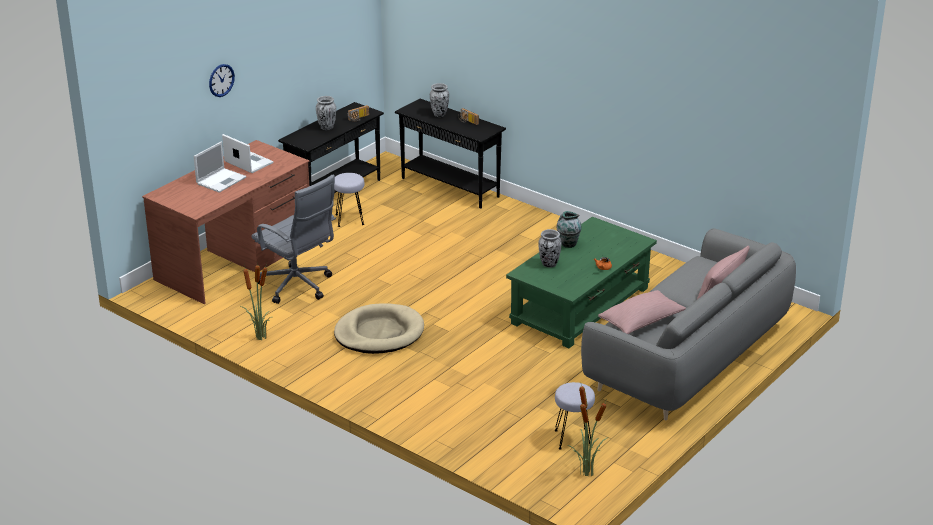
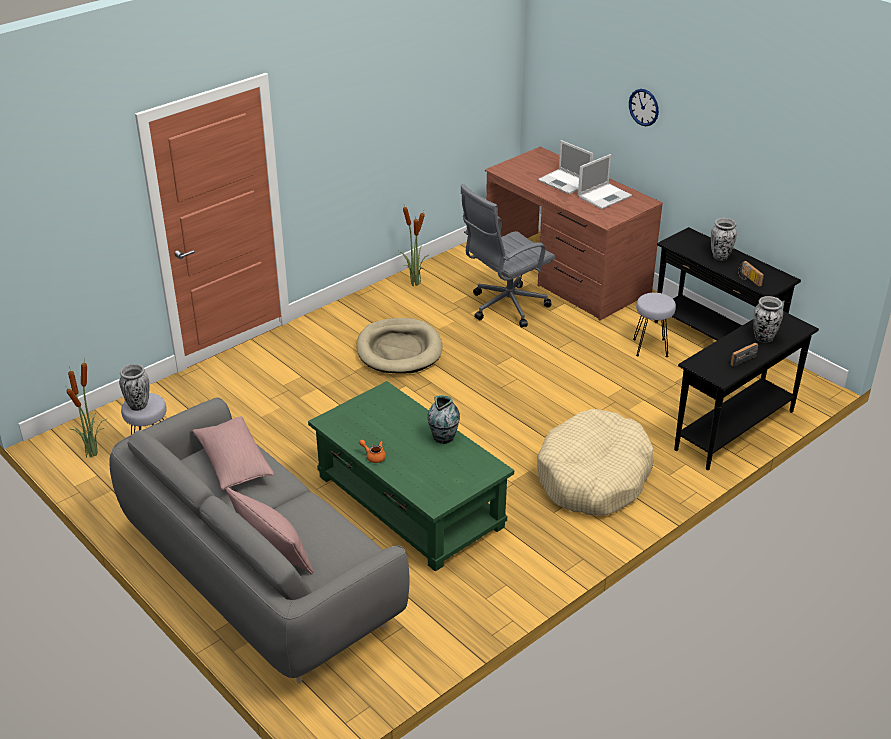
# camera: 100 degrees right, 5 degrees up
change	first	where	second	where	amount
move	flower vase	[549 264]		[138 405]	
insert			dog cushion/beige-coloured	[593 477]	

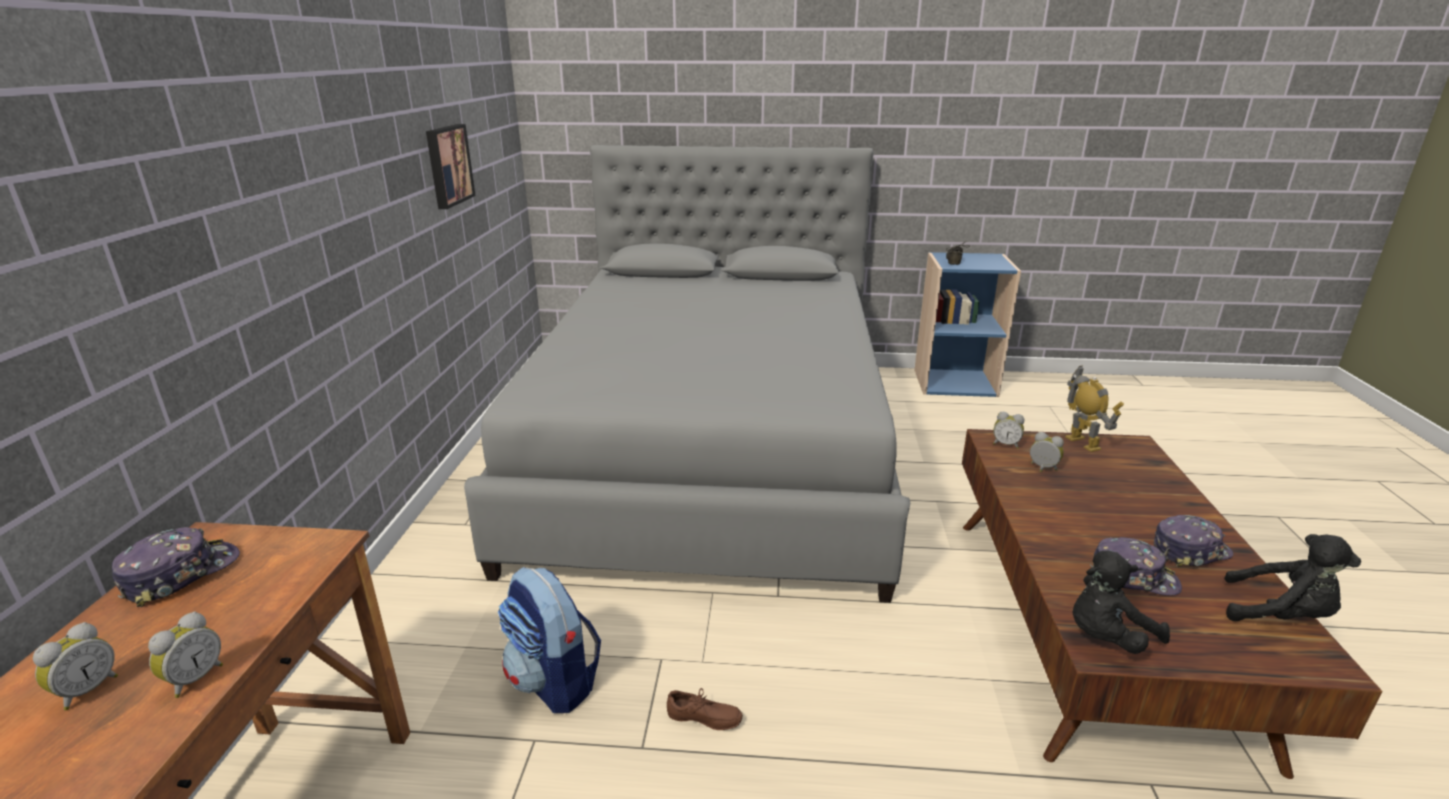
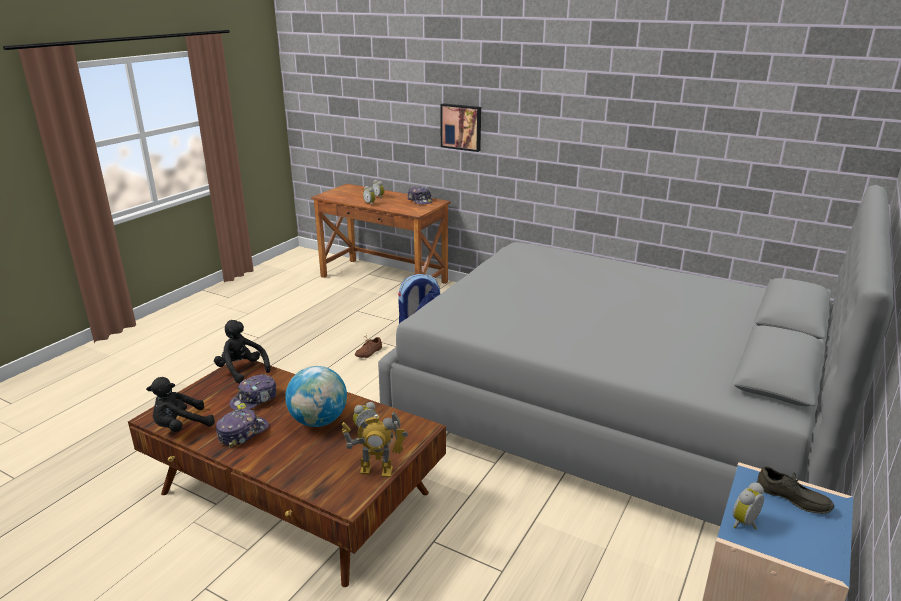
# camera: 115 degrees right, 0 degrees up
change	first	where	second	where	amount
move	picture	[447 165]		[461 127]	
move	alarm clock	[1005 444]		[746 524]	
rotate	cap	[1189 550]		[242 432]	150 degrees counterclockwise
rotate	soft toy/black	[1106 637]		[242 370]	45 degrees counterclockwise
insert			globe	[319 421]	

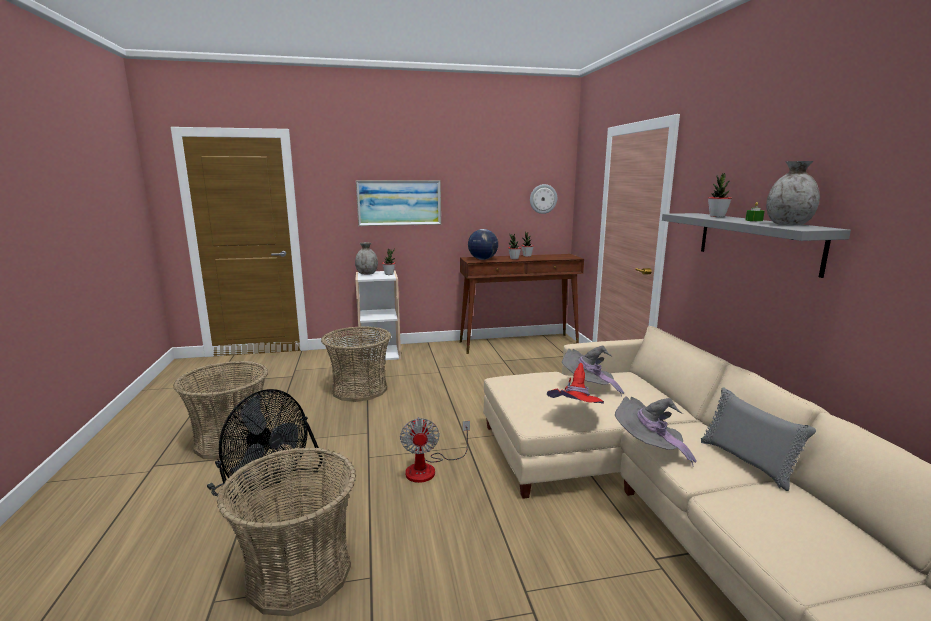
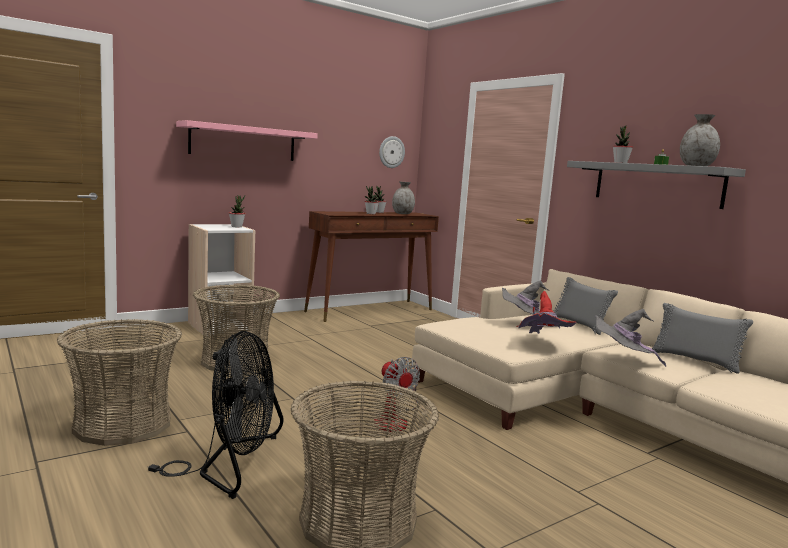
# camera: 25 degrees left, 5 degrees down
change	first	where	second	where	amount
replace	picture	[399 202]	bracket shelf/pink	[243 142]	
delete	globe	[483 259]			
move	flower vase/gray	[367 274]		[402 214]	
insert			cushion/gray	[580 325]	

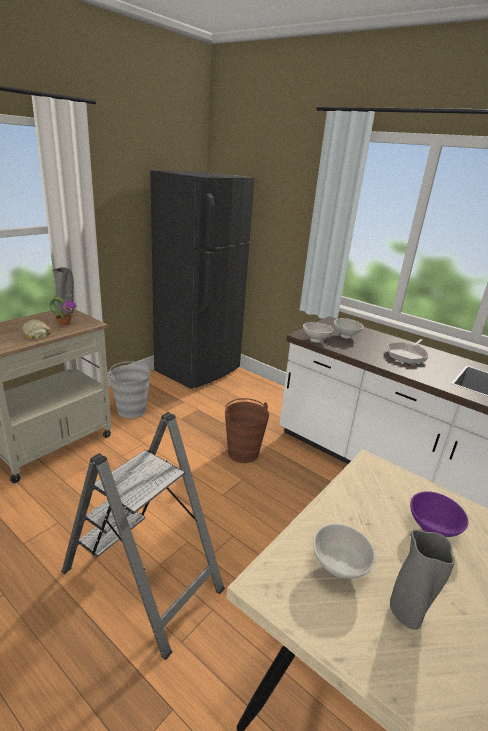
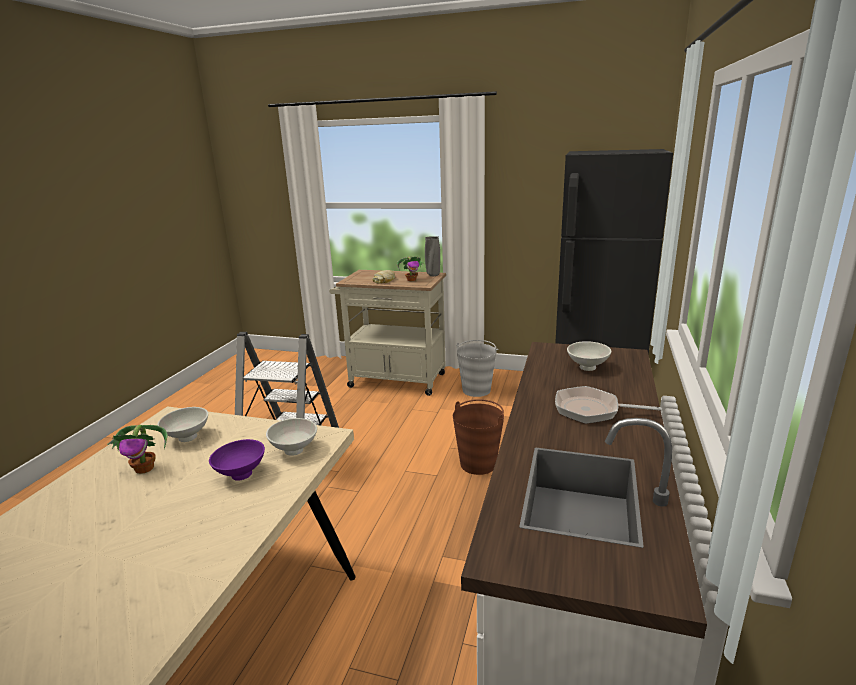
# camera: 70 degrees right, 5 degrees down
change	first	where	second	where	amount
move	deep dish/white-coloured	[315 340]		[295 450]	
replace	flower vase/gray	[407 614]	houseplant	[145 468]	

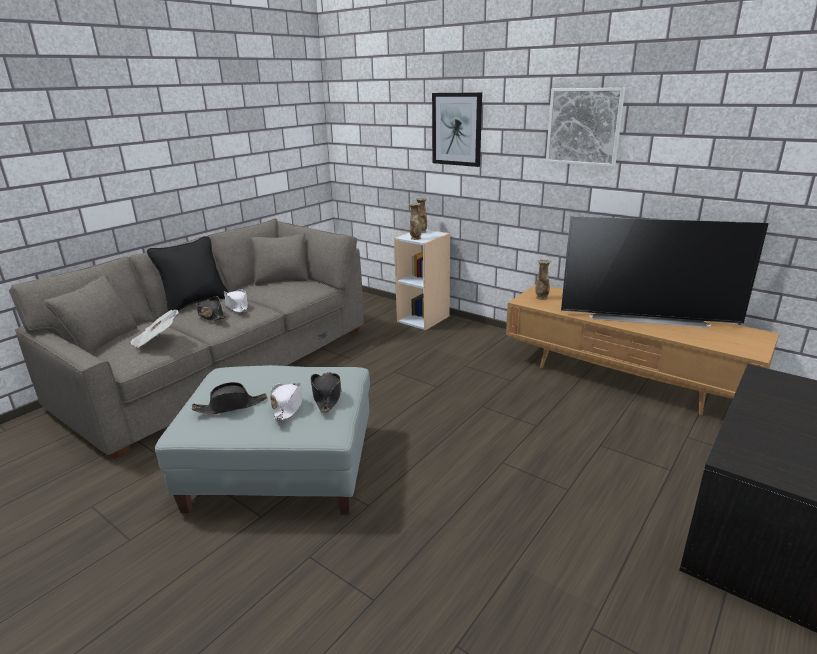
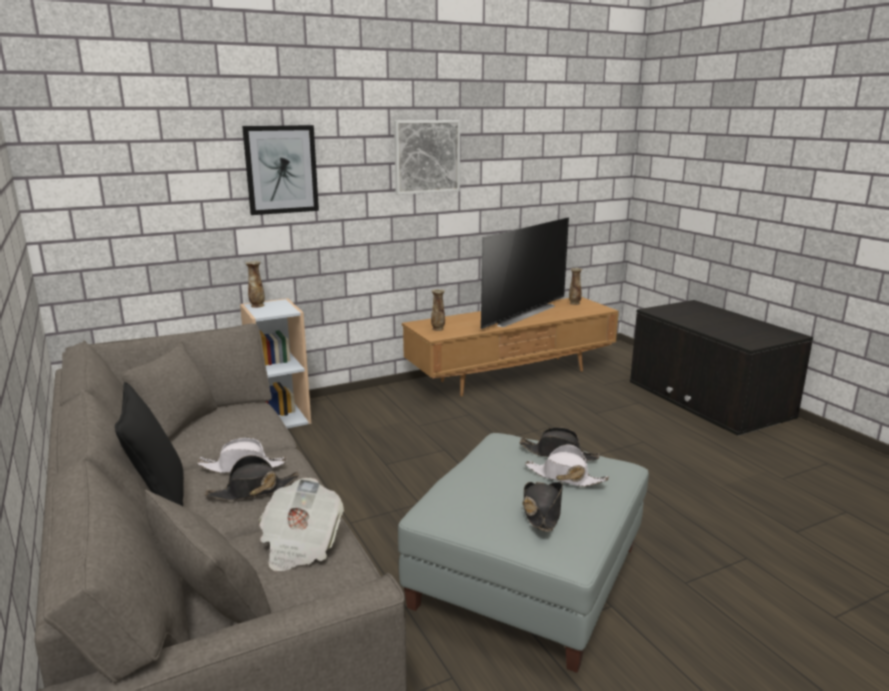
# camera: 65 degrees left, 5 degrees down
change	first	where	second	where	amount
move	flower vase	[415 238]		[574 303]	

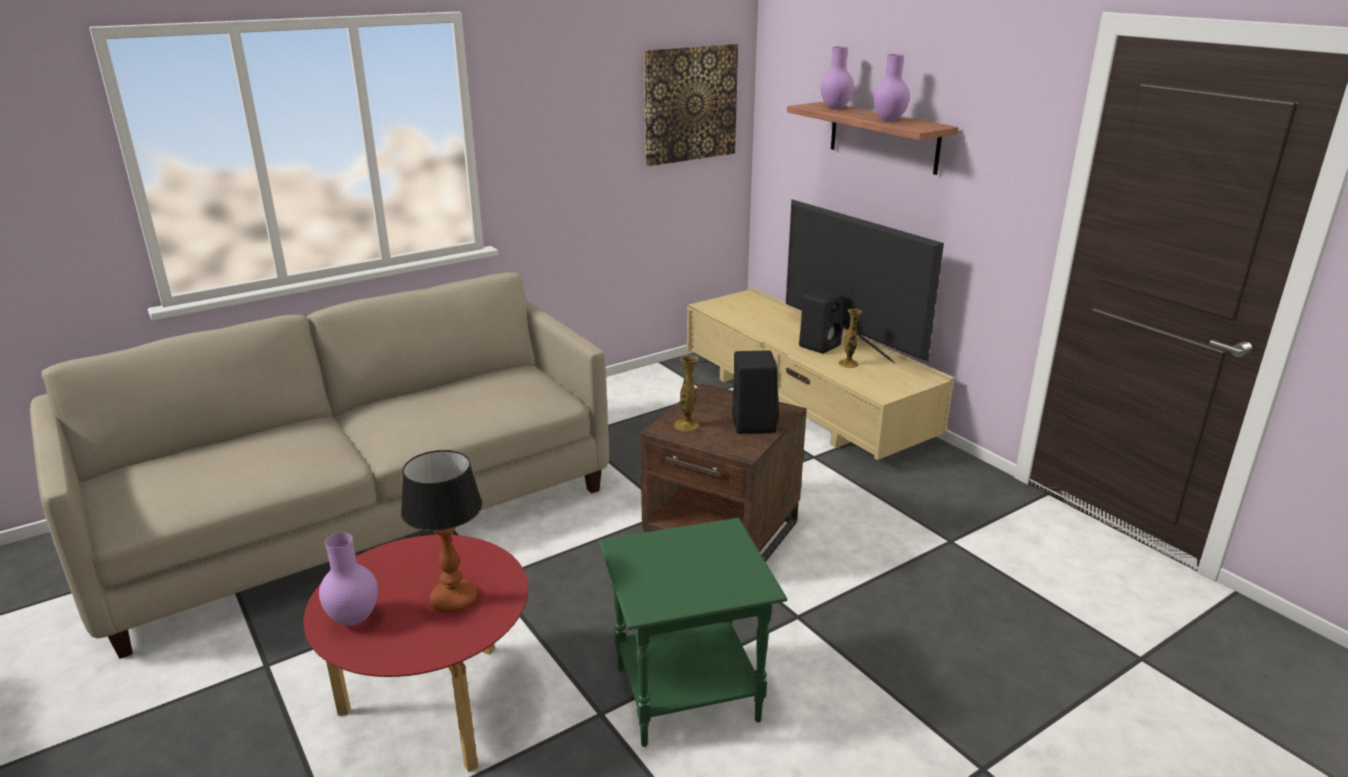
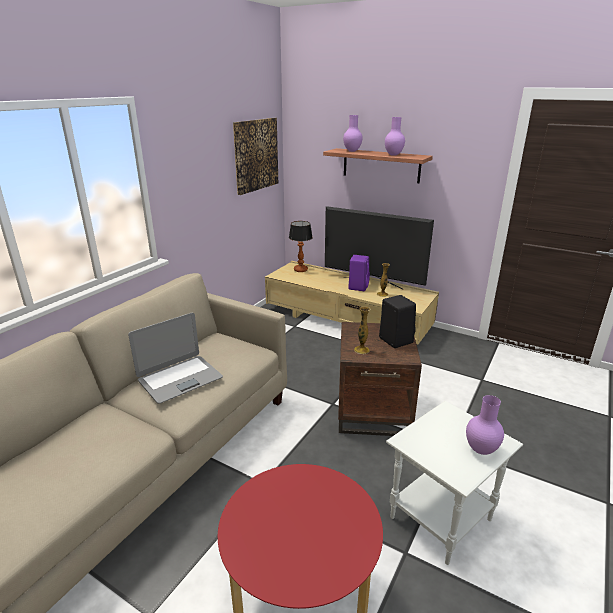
# camera: 25 degrees left, 0 degrees up
change	first	where	second	where	amount
recolor	speaker/black	[820 345]	speaker/purple	[358 287]	
move	tabletop lamp	[453 600]		[300 270]	
recolor	accent table/greenish	[685 695]	accent table/white-coloured	[439 519]	
move	flower vase/purple	[355 619]		[481 449]	
insert			notebook computer	[179 379]	

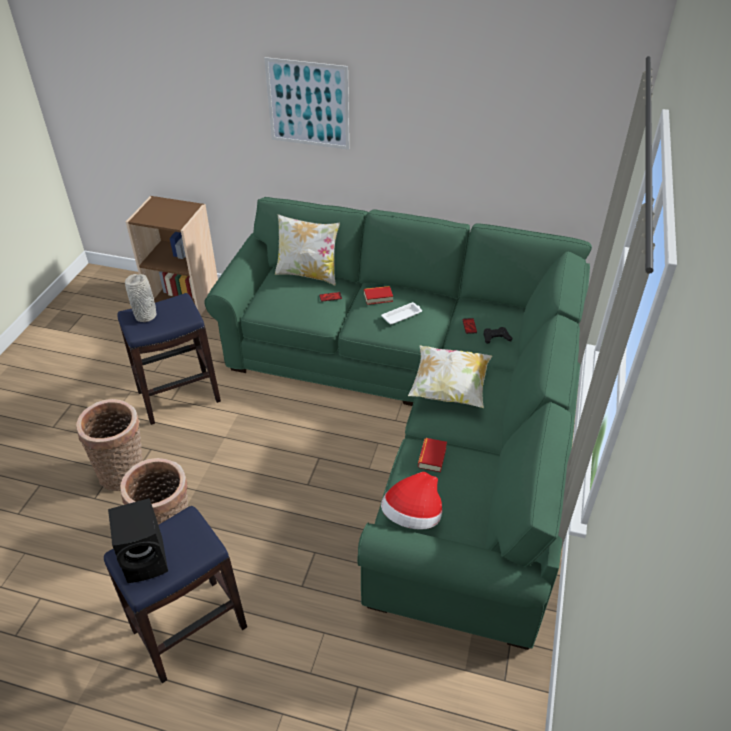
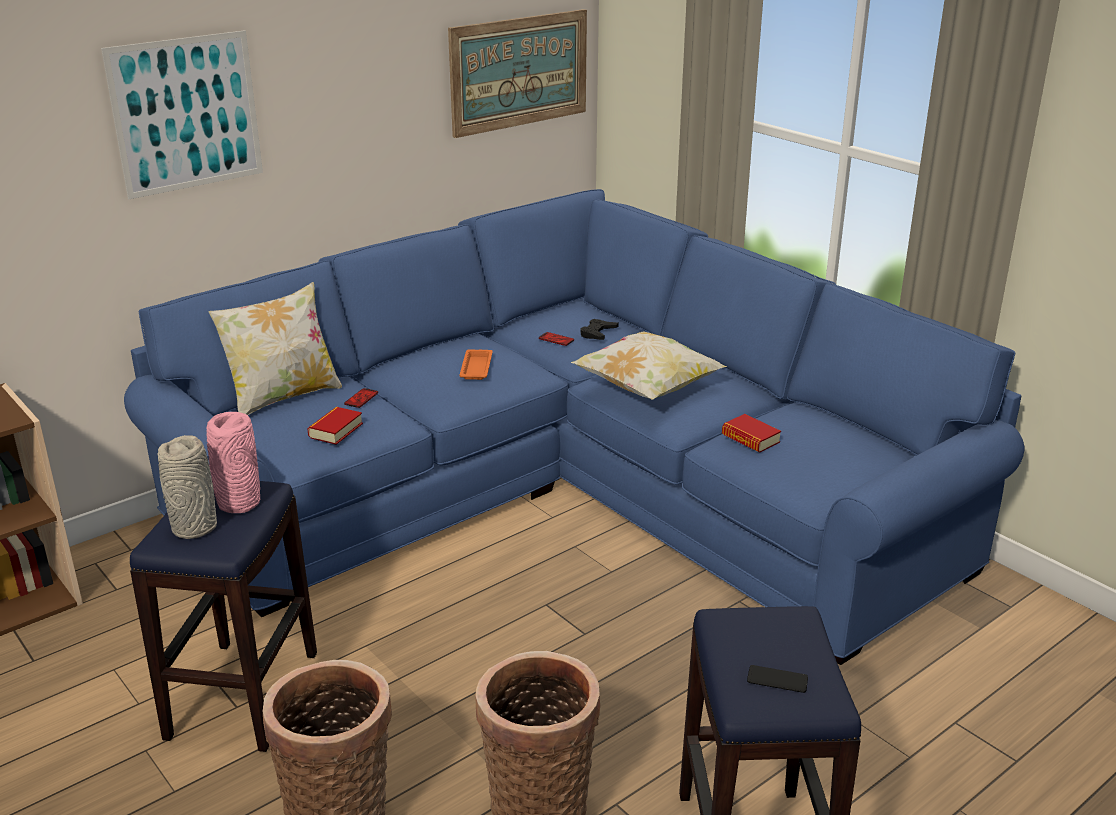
# camera: 55 degrees left, 15 degrees down
change	first	where	second	where	amount
recolor	sofa/greenish	[420 416]	sofa/bluish	[567 496]	
move	volume	[378 297]		[335 430]	
recolor	carrying tray/white-coloured	[402 315]	carrying tray/orangey	[476 367]	
delete	hat	[412 516]			
replace	speaker/black	[147 559]	handset	[777 679]	
insert			picture	[519 72]	
insert			flower vase/pink	[238 503]	

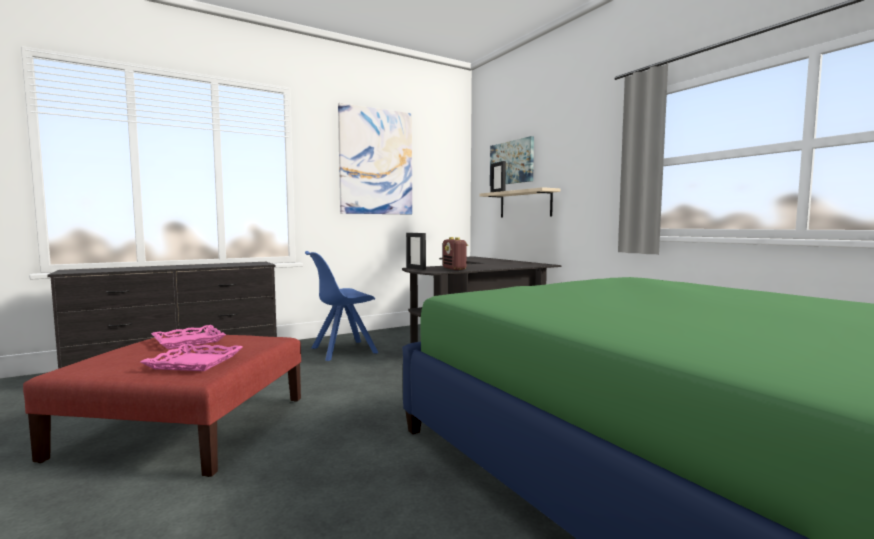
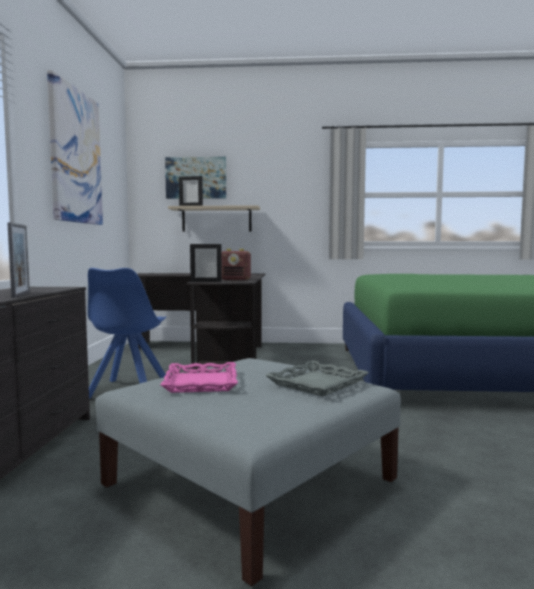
# camera: 55 degrees left, 0 degrees up
change	first	where	second	where	amount
recolor	ottoman/red-coloured	[187 426]	ottoman/gray	[249 482]	
recolor	carrying tray/pink	[195 362]	carrying tray/gray	[316 383]	
insert			standing frame	[21 294]	

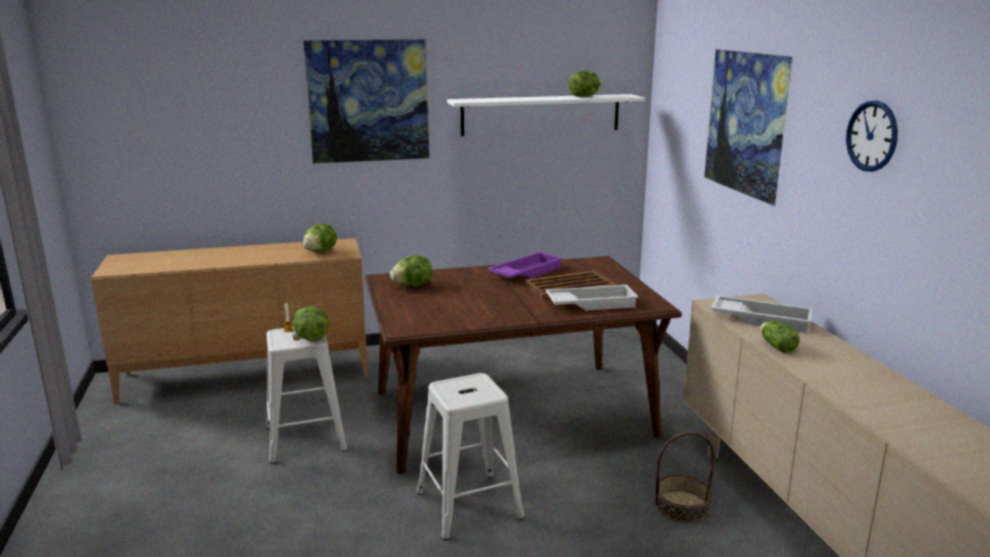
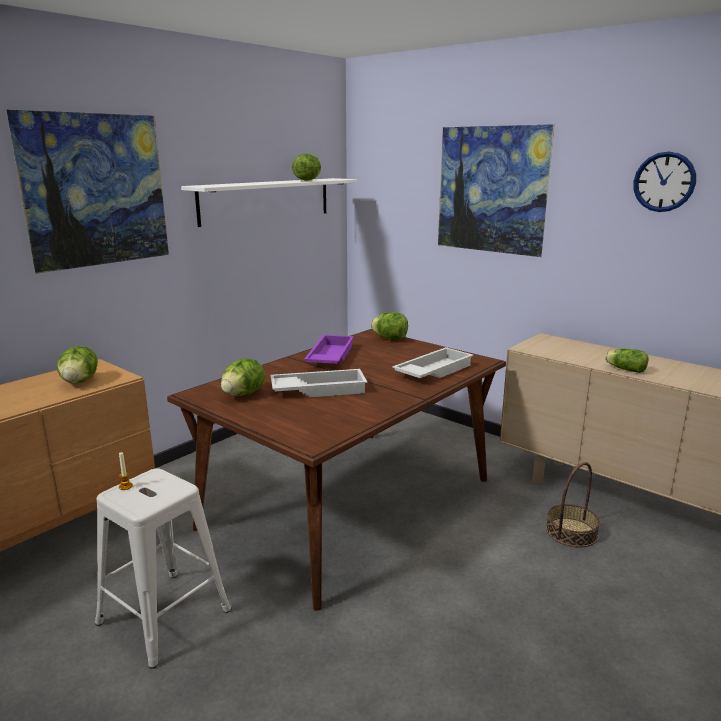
# camera: 35 degrees left, 0 degrees up
change	first	where	second	where	amount
delete	carrying tray/brown-coloured	[570 286]			
move	carrying tray/white-coloured	[761 319]		[319 389]	
move	head of lettuce	[311 338]		[390 339]	
delete	sitting stool/white-coloured	[469 505]			

